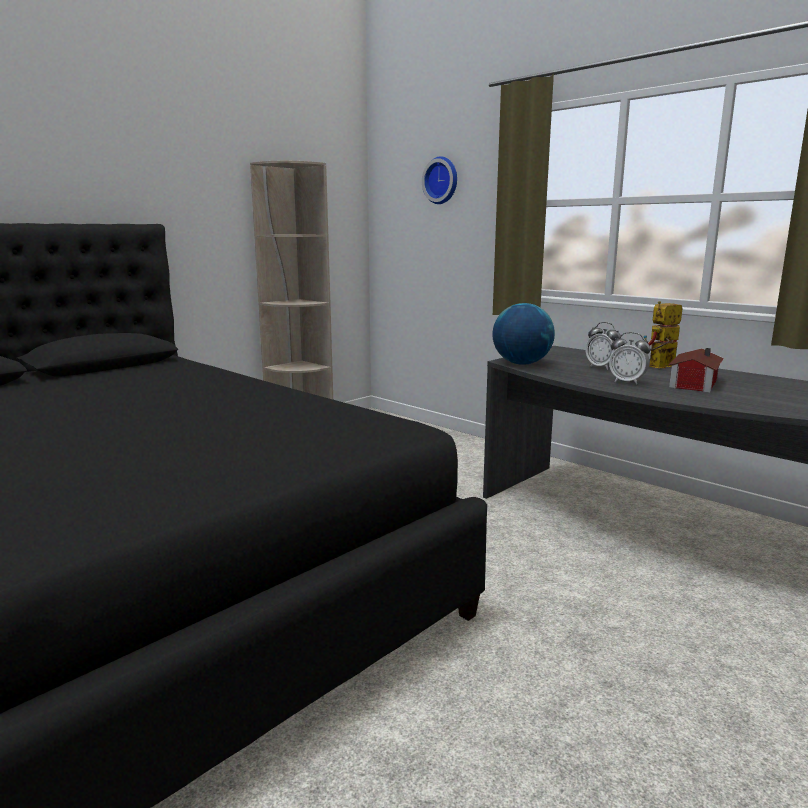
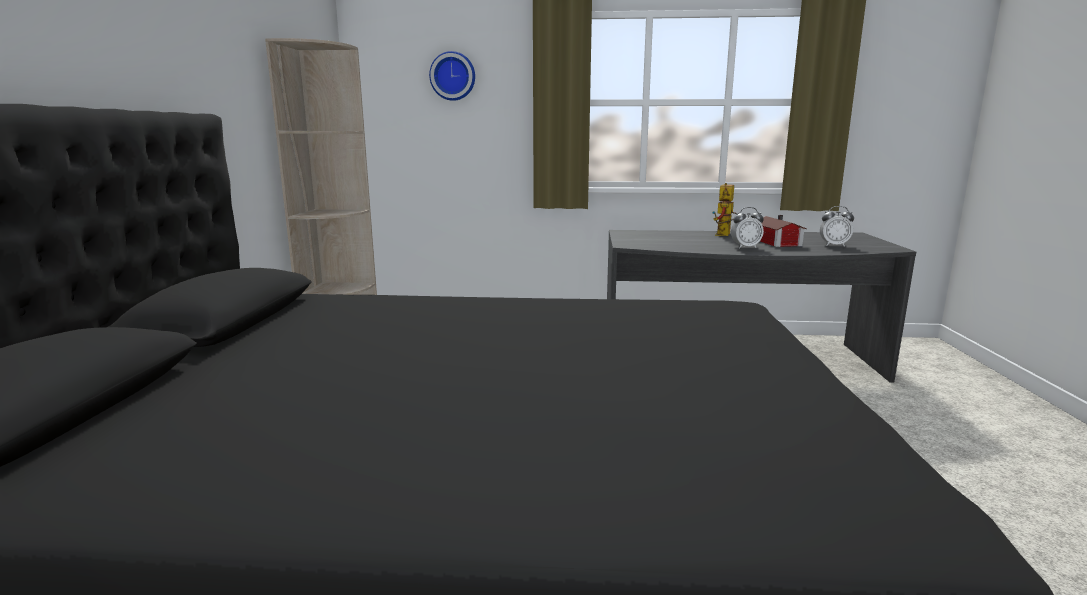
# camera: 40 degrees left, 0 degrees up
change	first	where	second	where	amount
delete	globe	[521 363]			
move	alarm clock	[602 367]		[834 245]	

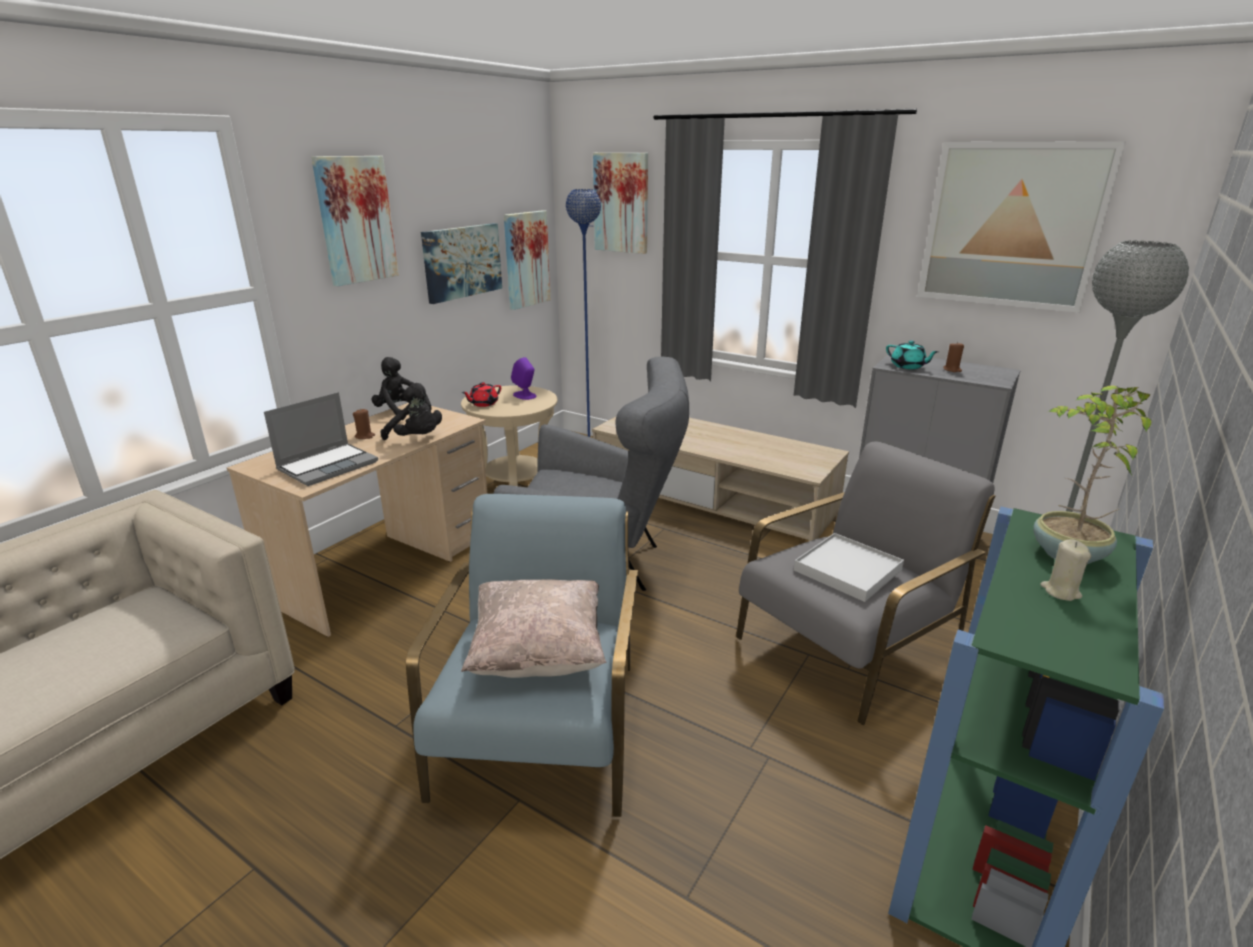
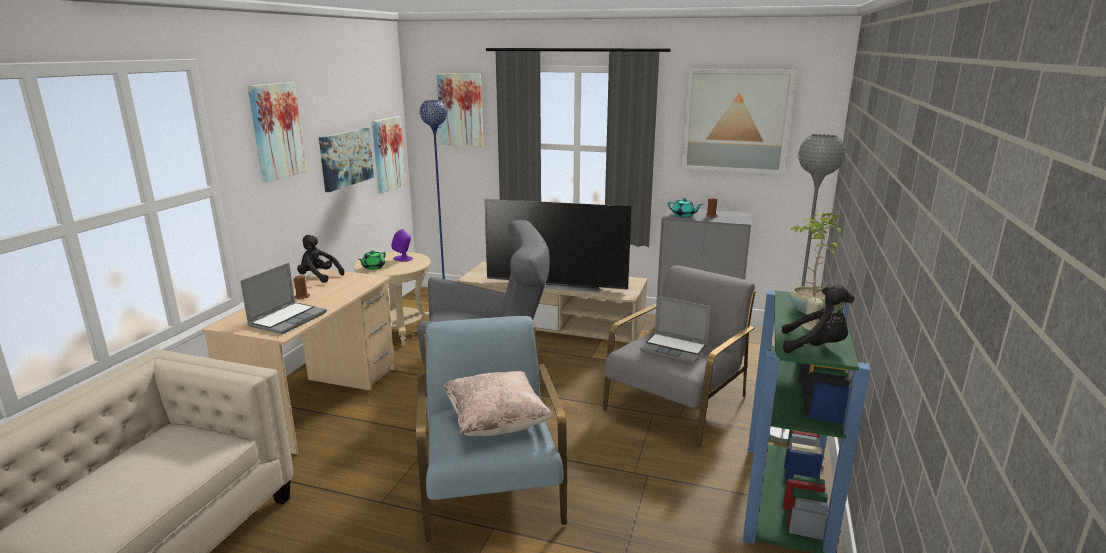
# camera: 15 degrees left, 5 degrees down
change	first	where	second	where	amount
recolor	pot for tea/red-coloured	[483 404]	pot for tea/greenish	[373 267]	
move	soft toy/black	[417 439]		[816 347]	
replace	carrying tray/white-coloured	[848 570]	notebook computer	[675 349]	
insert			television	[557 284]	

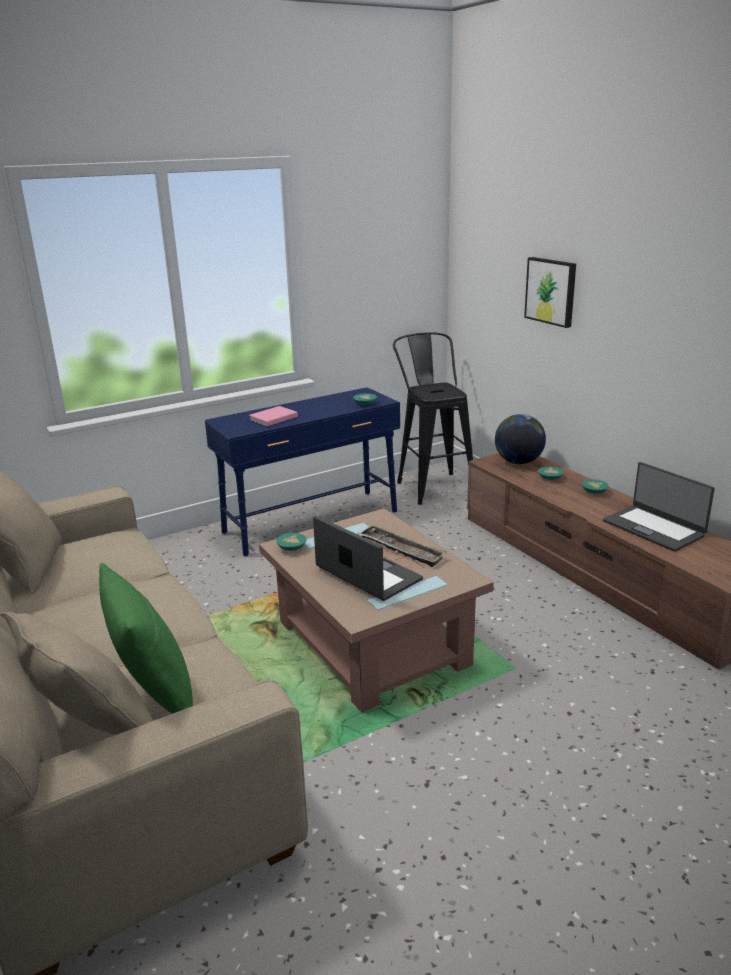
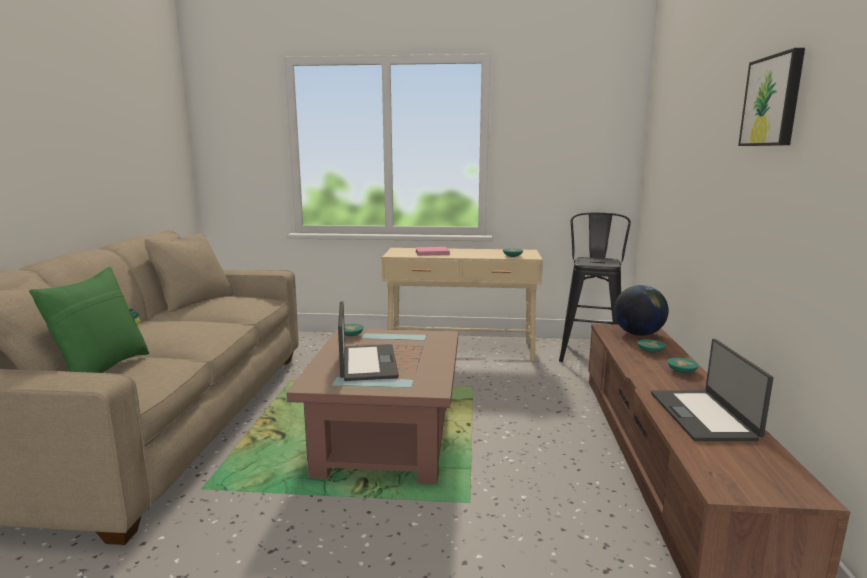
# camera: 35 degrees right, 10 degrees down
change	first	where	second	where	amount
move	picture	[551 291]		[773 101]	
recolor	hall table/bluish	[312 522]	hall table/beige-coloured	[461 351]	
delete	carrying tray	[401 550]			

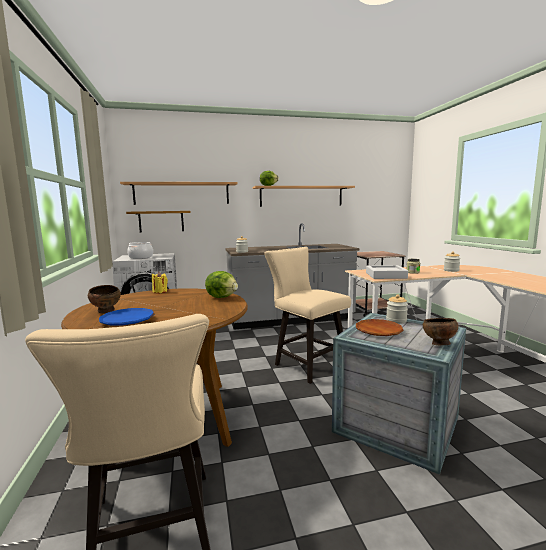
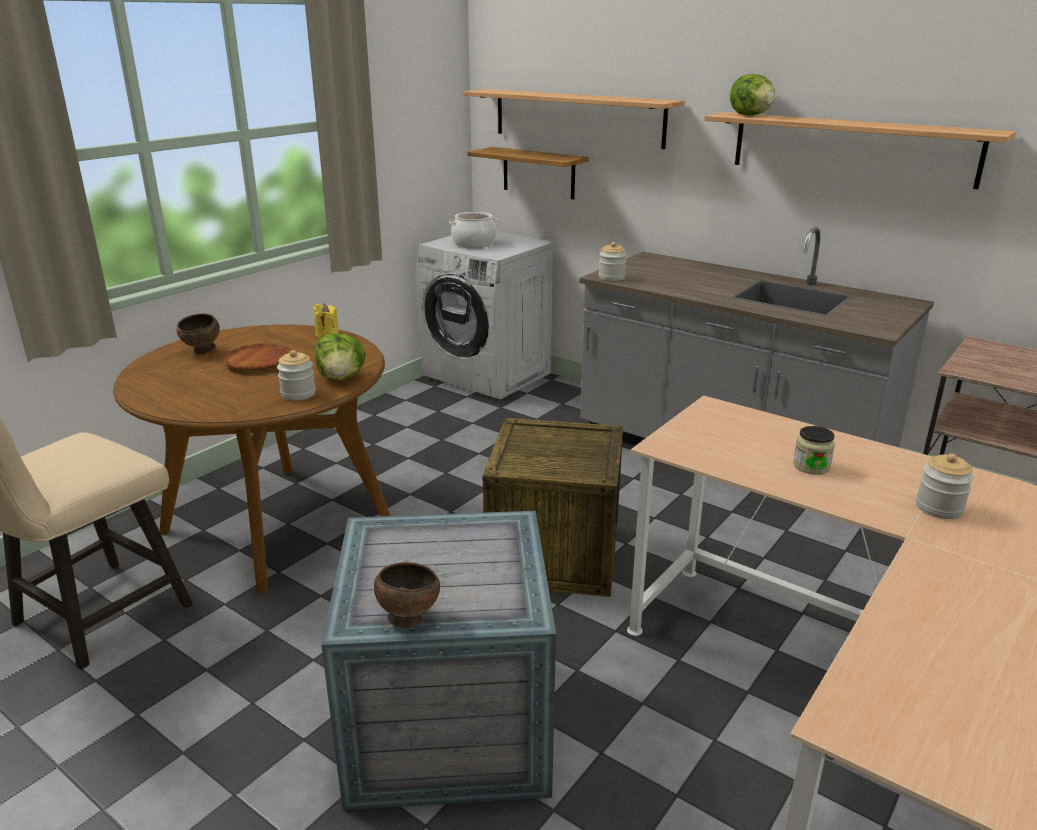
# camera: 50 degrees right, 15 degrees up
change	first	where	second	where	amount
replace	chair/beige-coloured	[306 363]	packing crate	[554 554]	
delete	carrying tray/gray	[385 275]			
move	preserve jar	[396 320]		[298 394]	
delete	plate/bluish	[127 320]			
move	plate/brown-coloured	[378 331]		[259 362]	

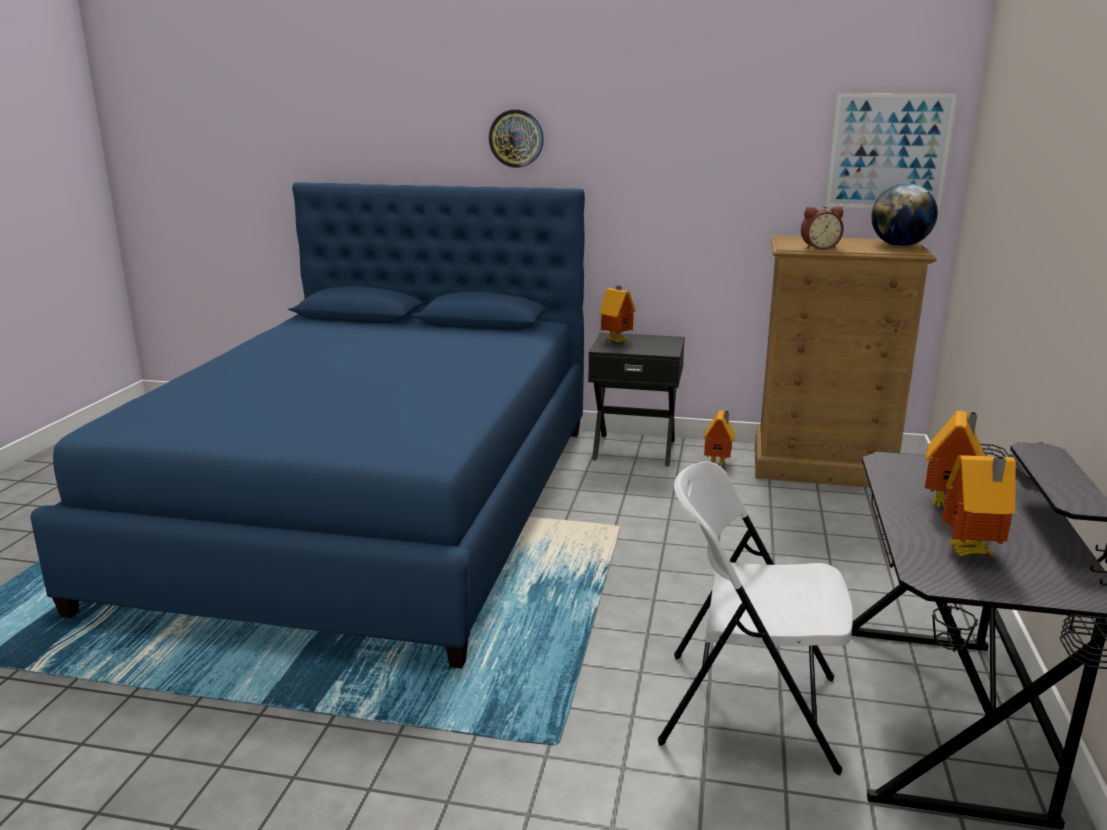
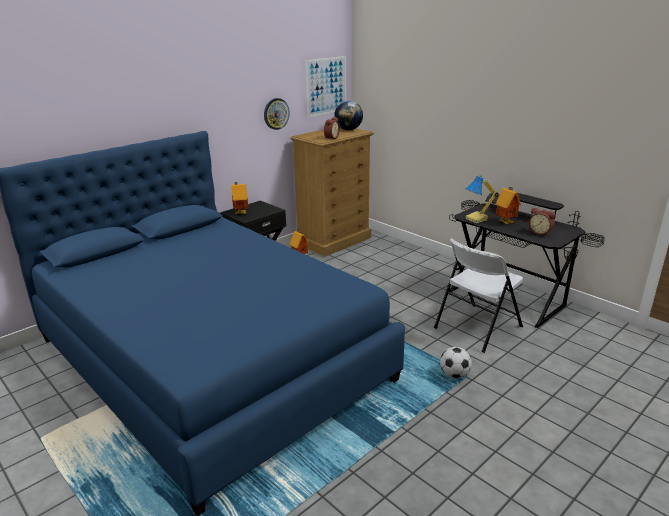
# camera: 55 degrees left, 5 degrees up
change	first	where	second	where	amount
move	wall clock	[516 138]		[276 113]	
replace	model house	[971 553]	alarm clock	[540 232]	
insert			tabletop lamp	[477 219]	
insert			ball for football	[454 375]	

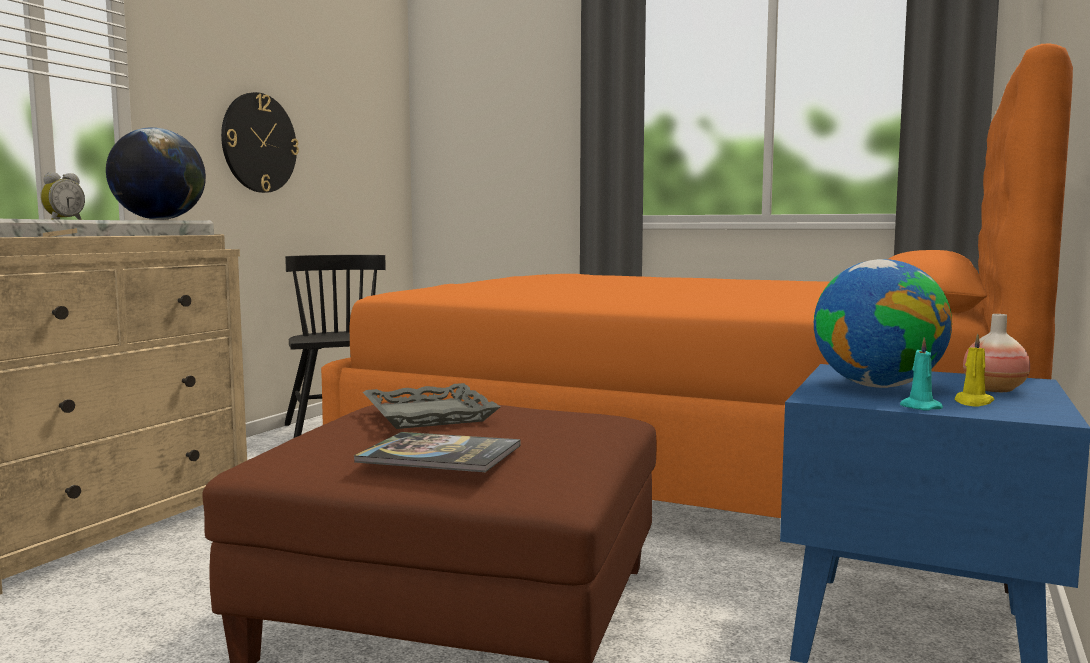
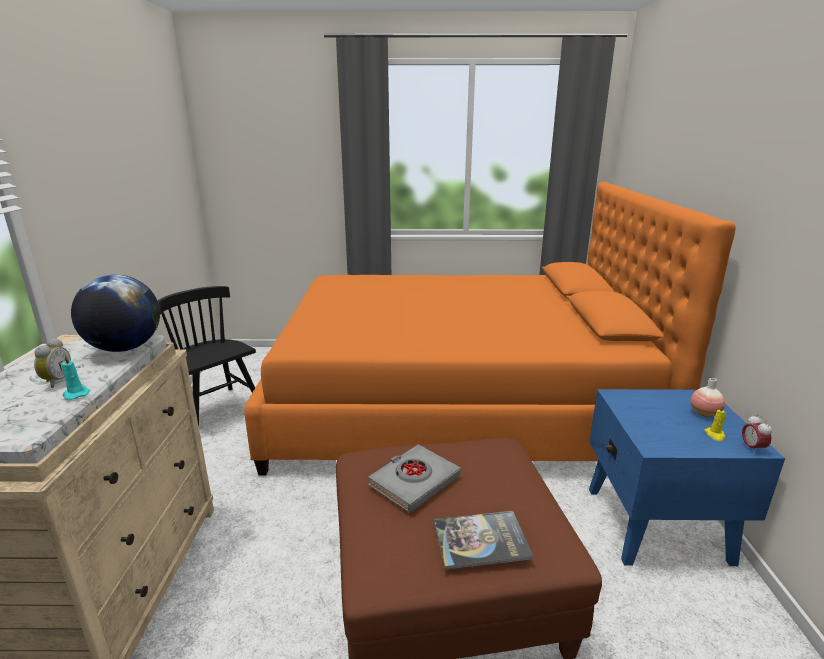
# camera: 25 degrees left, 15 degrees up
change	first	where	second	where	amount
delete	wall clock	[259 143]			
delete	globe	[877 386]			
move	wax light/turquoise	[918 407]		[76 394]	
replace	carrying tray/gray	[427 415]	volume/gray	[414 481]	
insert			alarm clock	[752 448]	

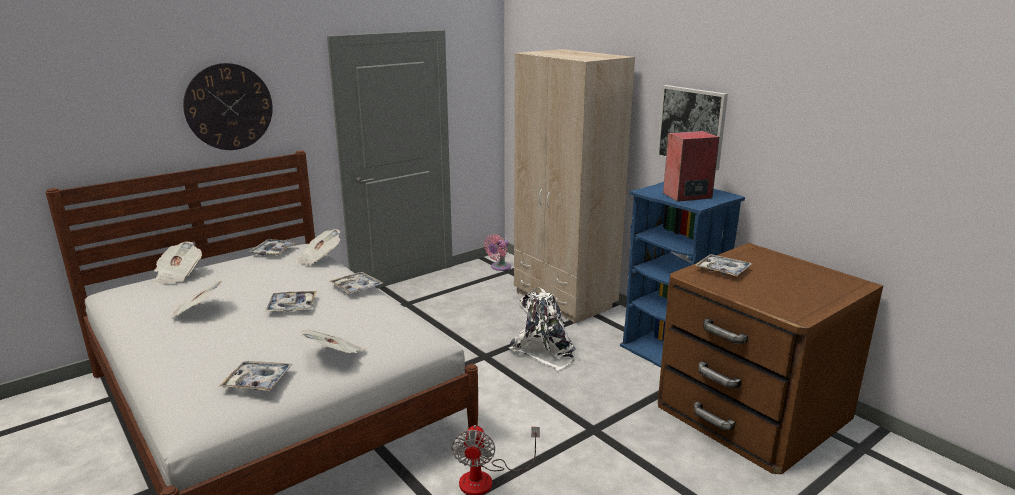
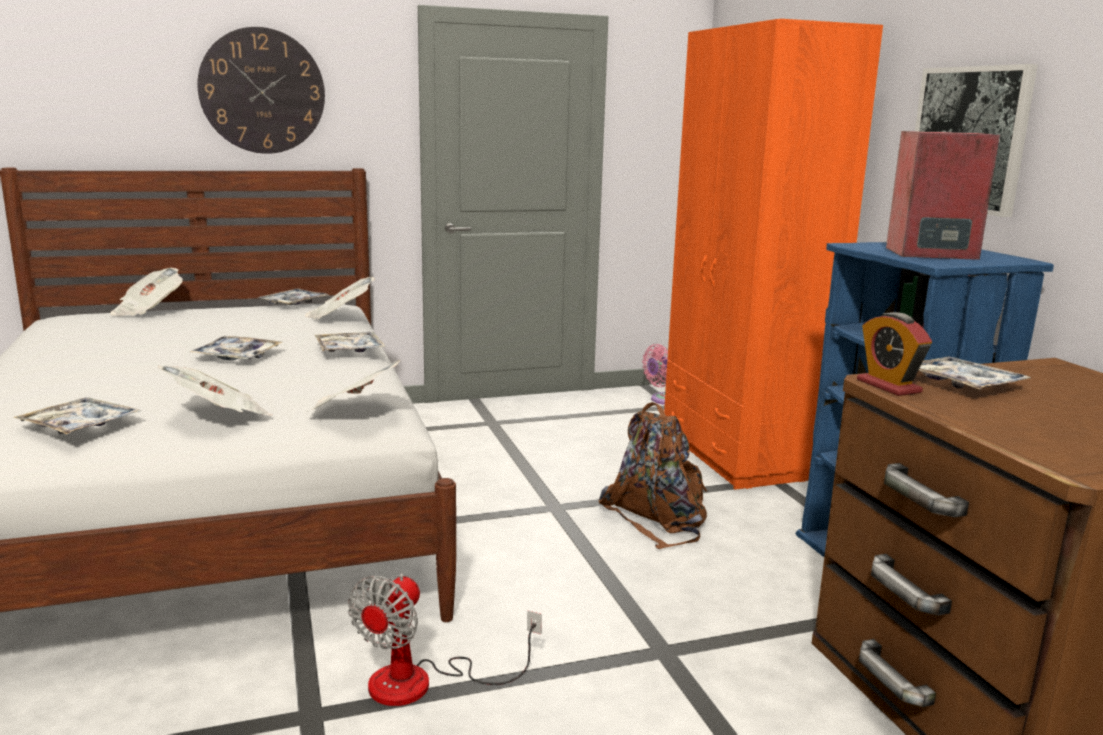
# camera: 20 degrees right, 5 degrees down
change	first	where	second	where	amount
recolor	clothes cupboard/beige-coloured	[565 300]	clothes cupboard/orangey	[739 457]	
move	printed paper	[197 311]		[354 410]	
recolor	rucksack/white-coloured	[544 351]	rucksack/brown-coloured	[658 517]	
insert			alarm clock	[888 386]	

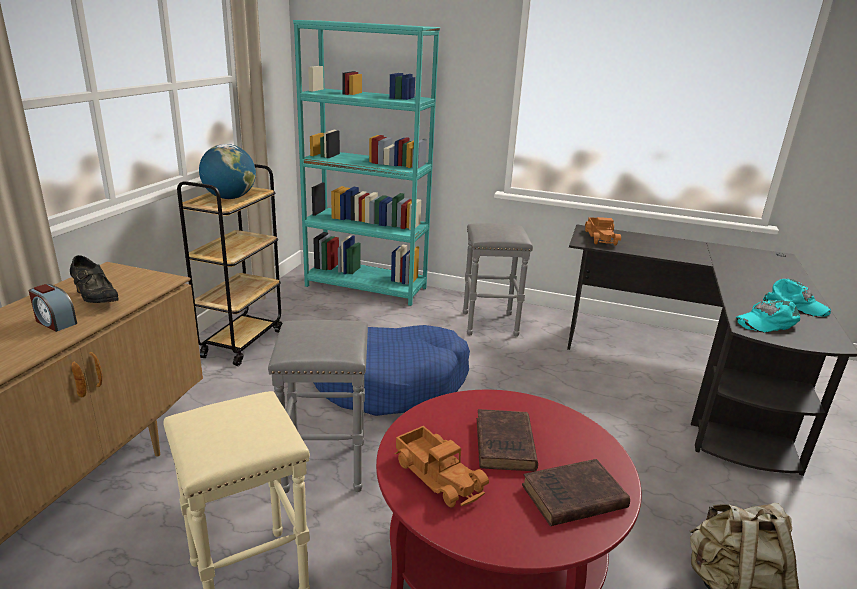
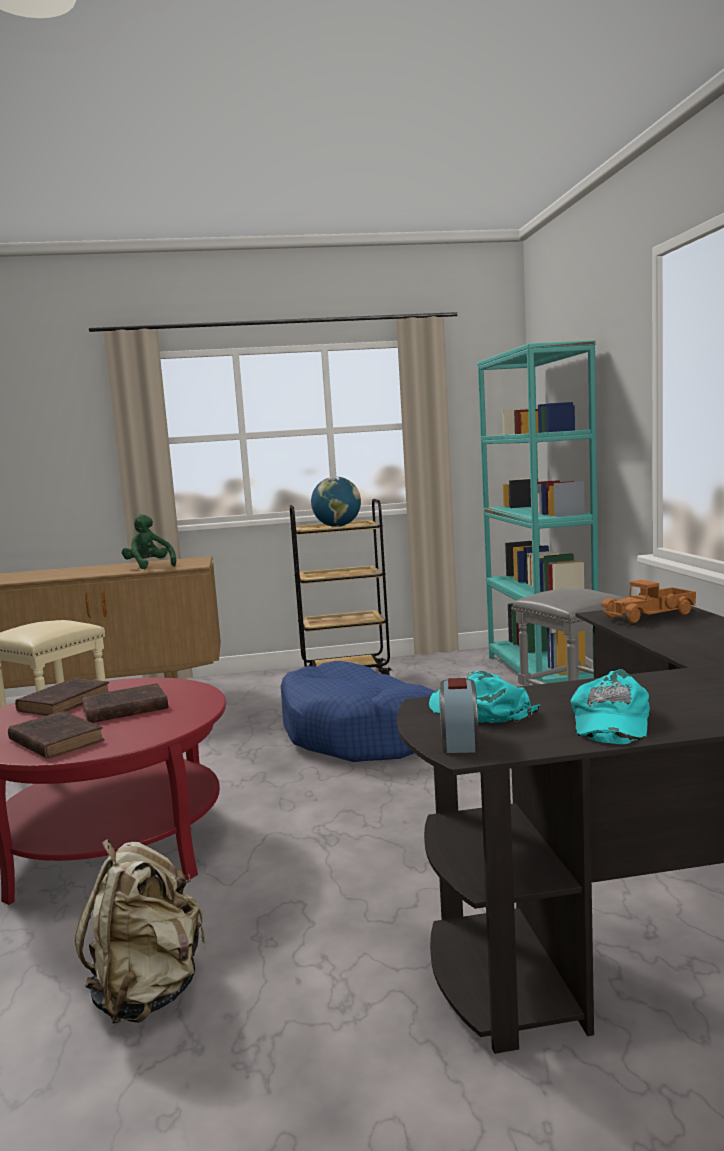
# camera: 65 degrees right, 15 degrees down
change	first	where	second	where	amount
replace	item of footwear/black	[96 299]	soft toy/greenish	[149 566]	
move	alarm clock	[55 322]		[459 740]	
delete	sitting stool/gray	[323 464]			
replace	toy lorry	[439 474]	volume/brown-coloured	[66 701]	

